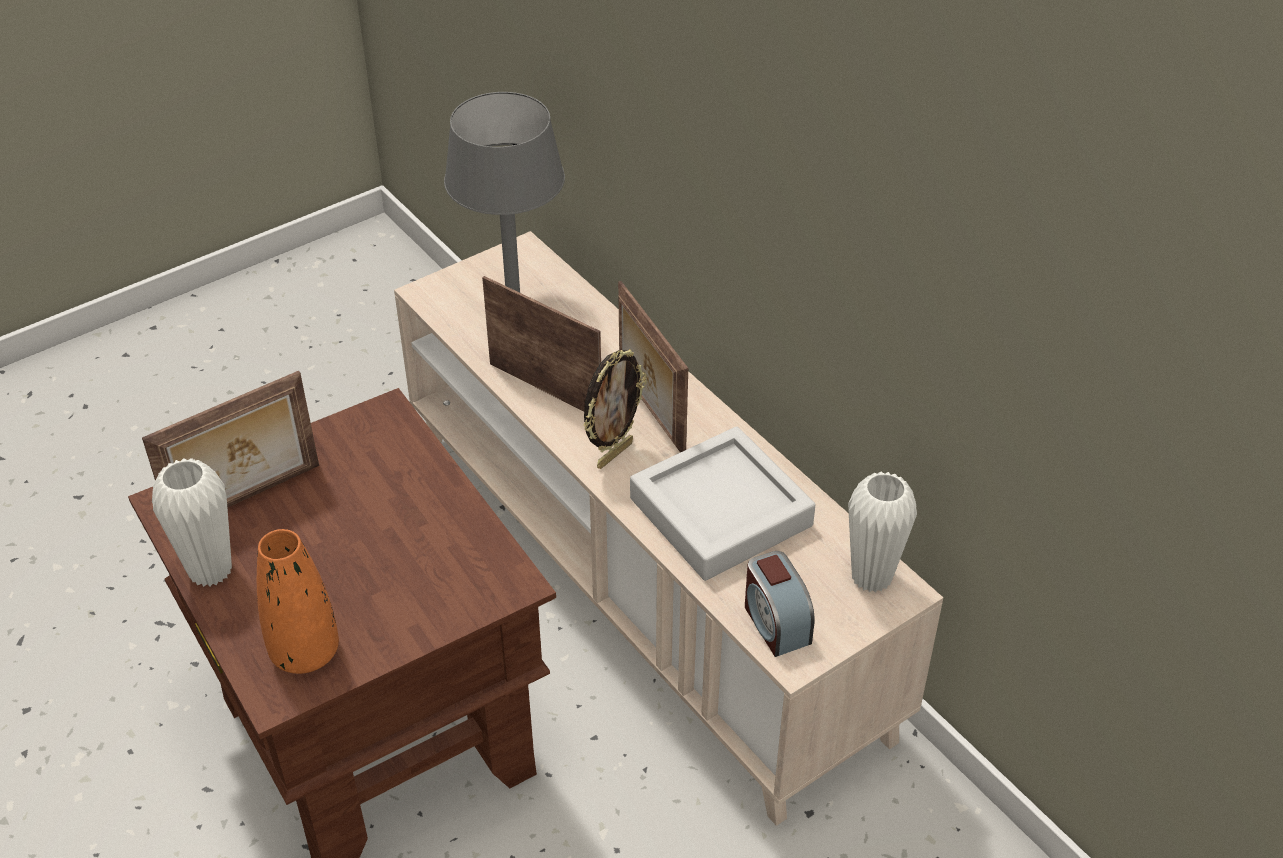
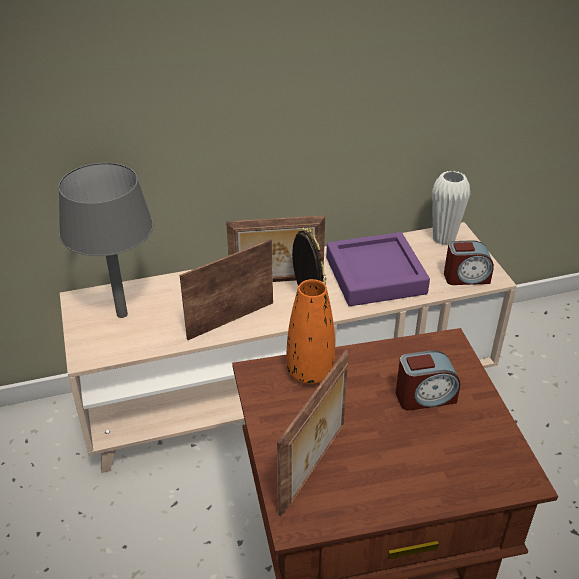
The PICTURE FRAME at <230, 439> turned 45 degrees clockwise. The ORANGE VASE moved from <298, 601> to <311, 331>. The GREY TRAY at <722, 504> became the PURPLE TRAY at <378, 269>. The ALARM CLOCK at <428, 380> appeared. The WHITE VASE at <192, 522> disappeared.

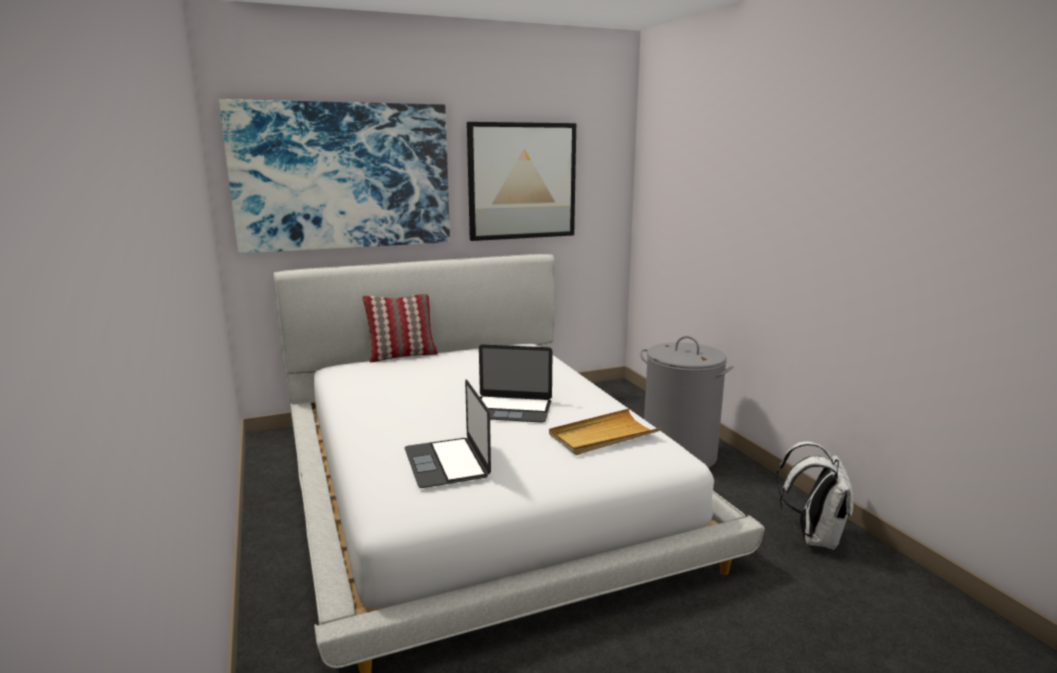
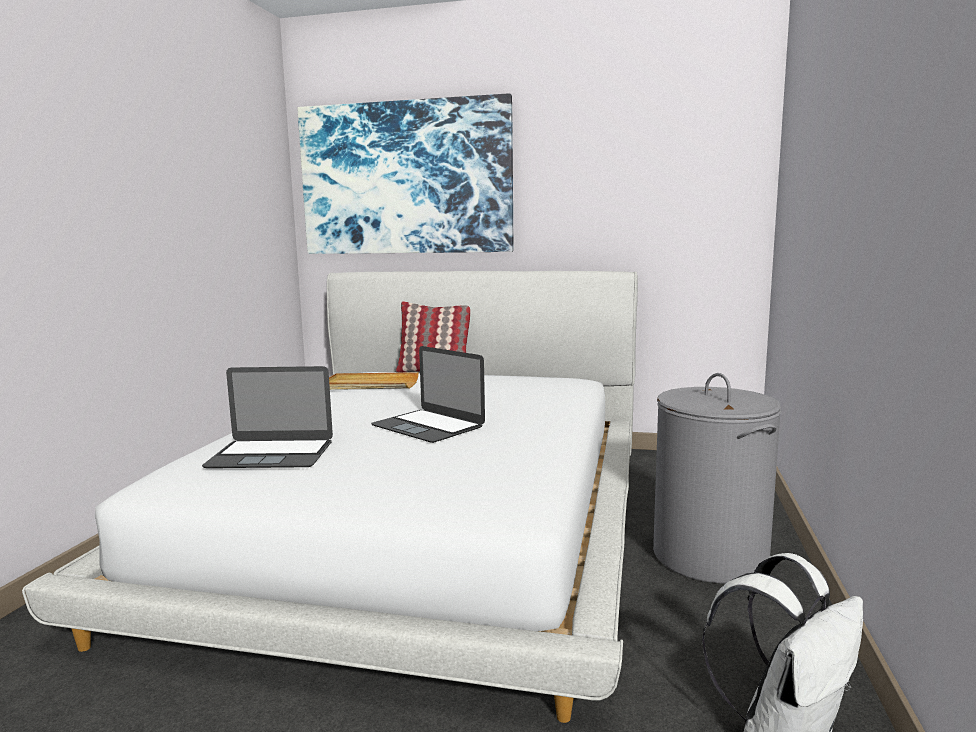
The LAPTOP at <448, 434> turned 105 degrees counterclockwise. The BEIGE TRAY moved from <605, 432> to <374, 381>. The PICTURE at <521, 181> disappeared.

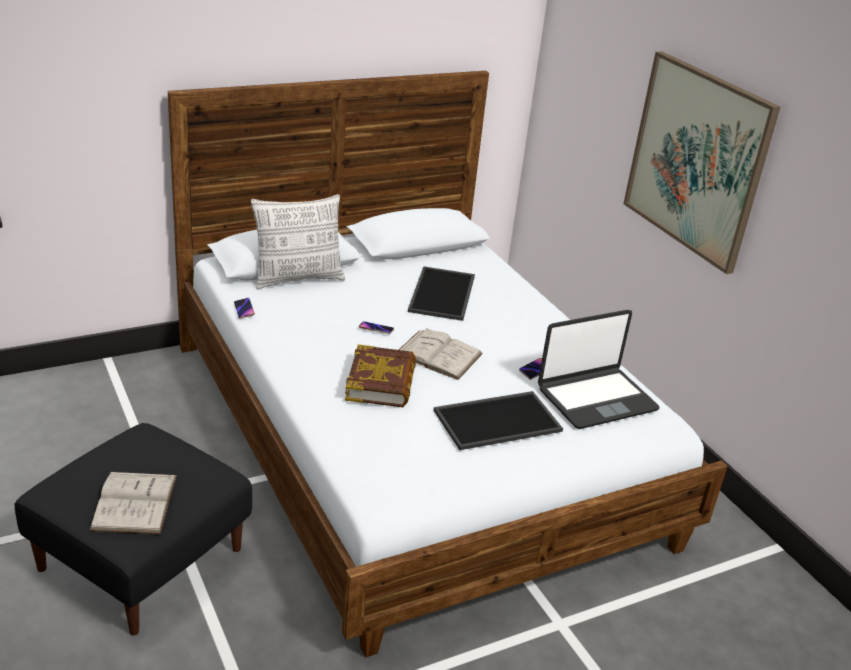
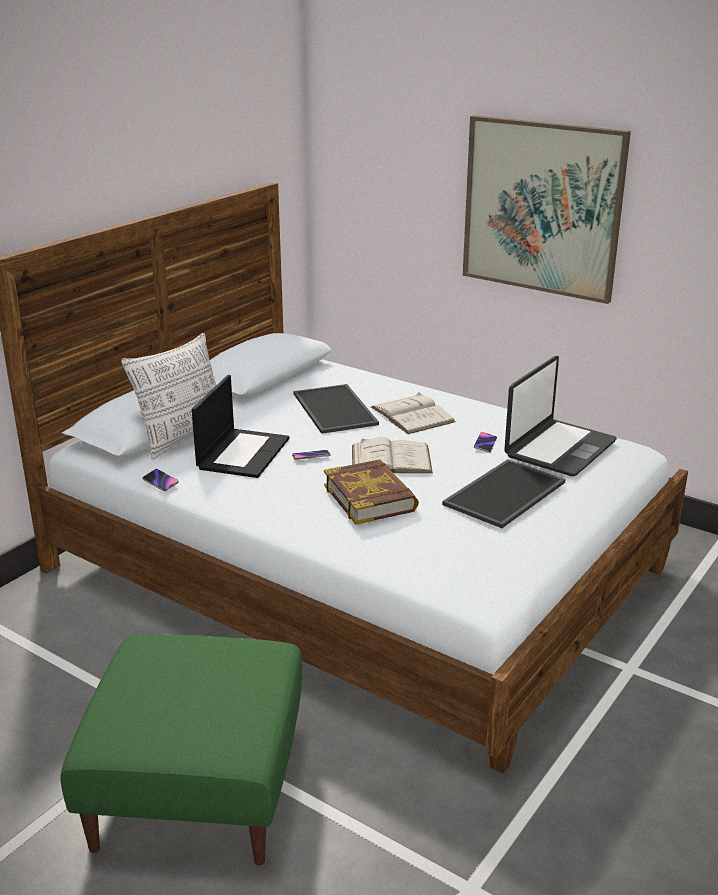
The BLACK OTTOMAN at <133, 529> became the GREEN OTTOMAN at <181, 749>. The LAPTOP at <240, 426> appeared. The WHITE BOOK moved from <133, 503> to <413, 413>.

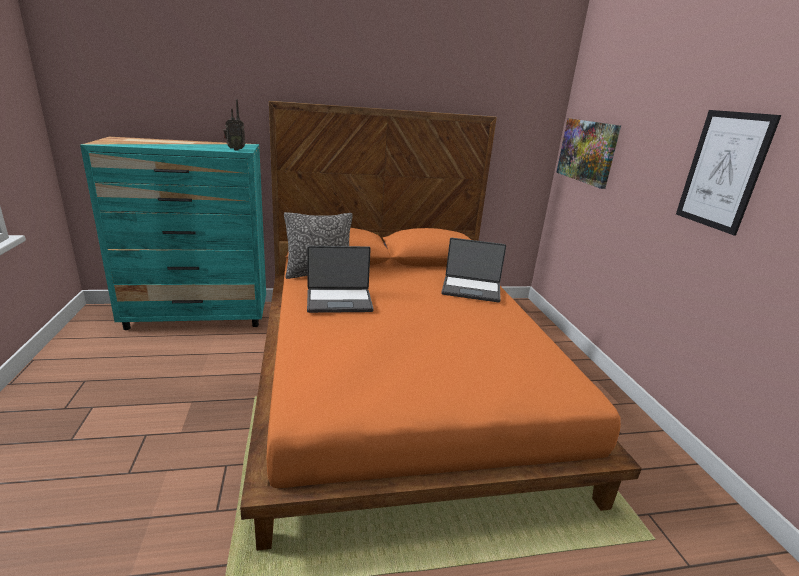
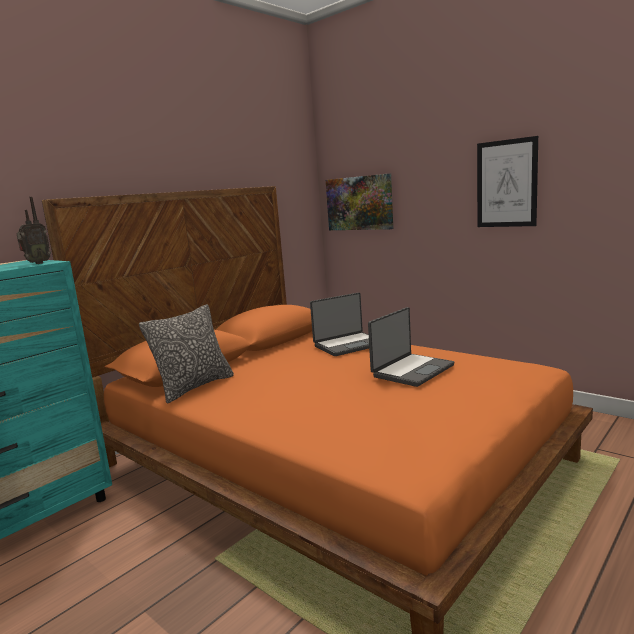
The LAPTOP moved from <340, 279> to <411, 347>.

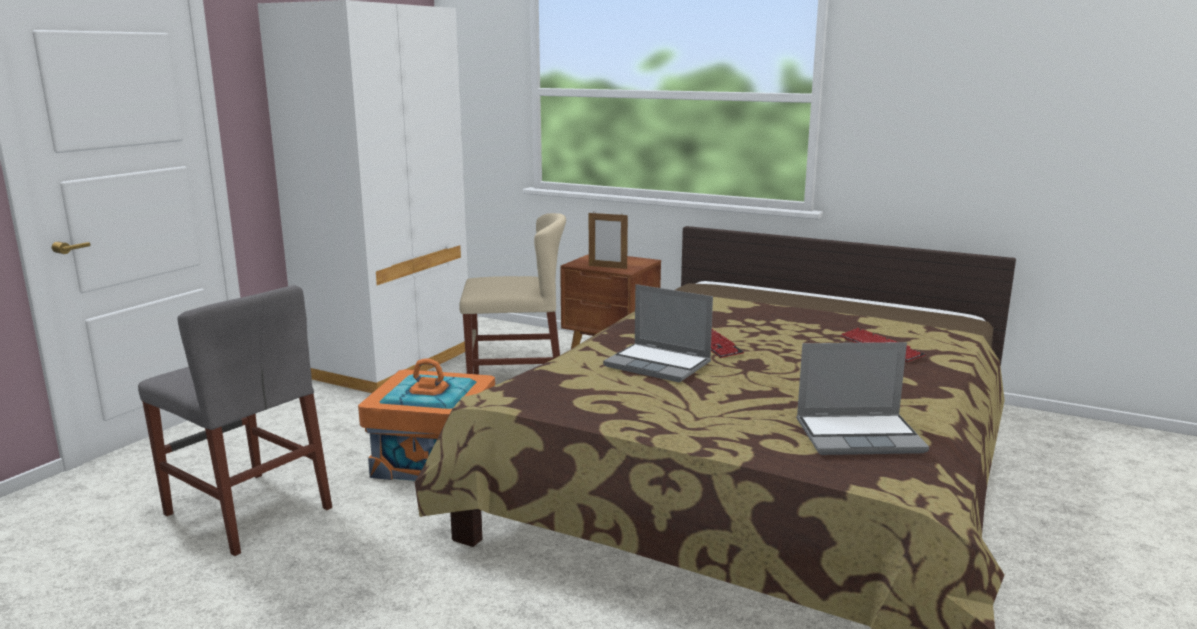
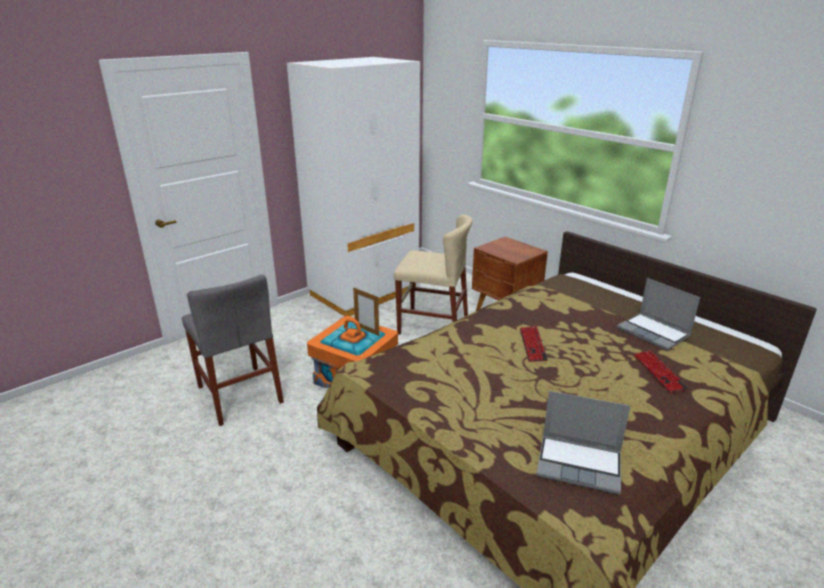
The PICTURE FRAME moved from <608, 240> to <366, 311>. The LAPTOP moved from <658, 333> to <658, 314>.

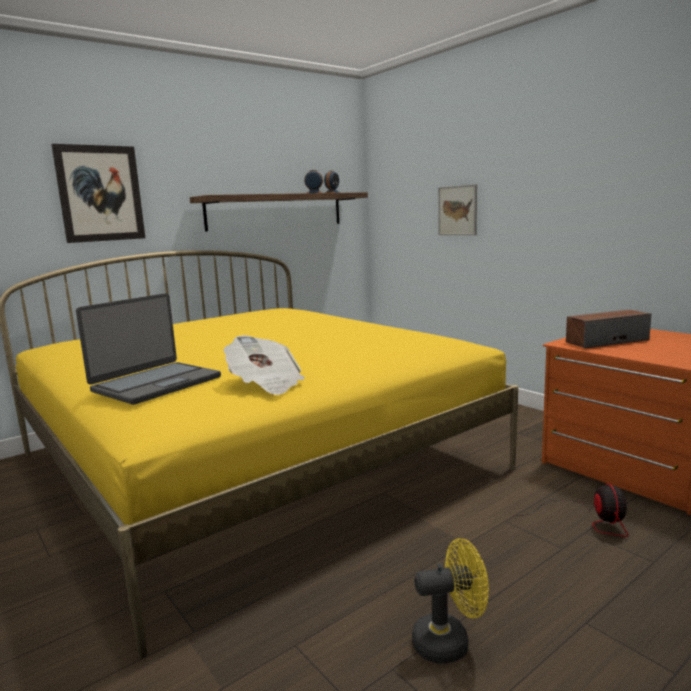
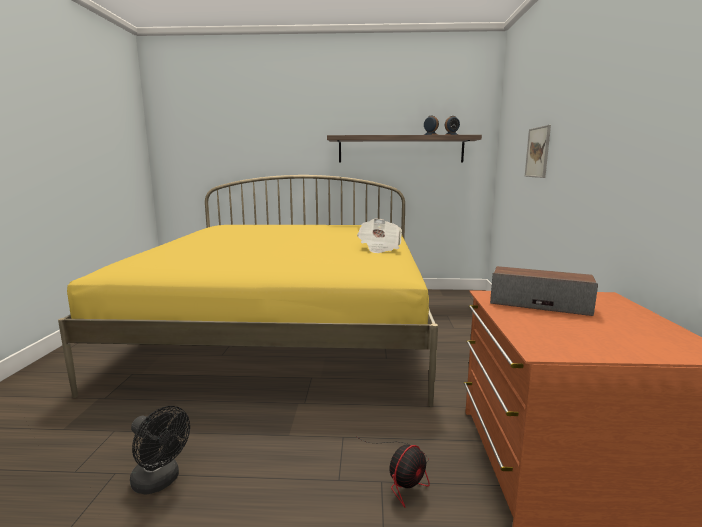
The YELLOW FAN at <450, 601> became the BLACK FAN at <160, 450>. The NEWSPAPER moved from <264, 365> to <379, 236>. The PICTURE at <98, 193> disappeared. The LAPTOP at <148, 349> disappeared.

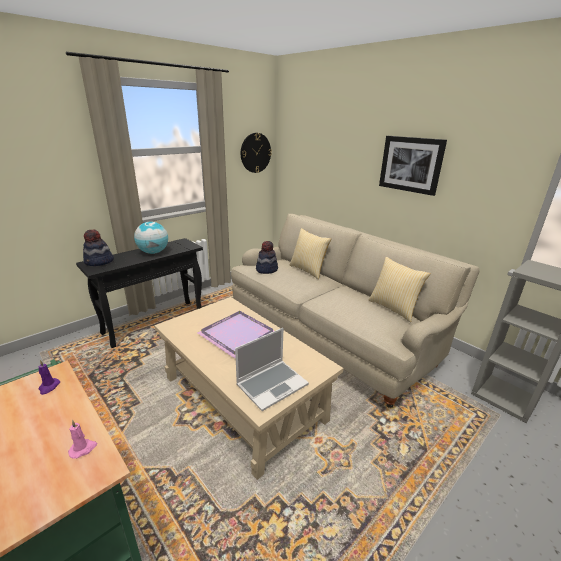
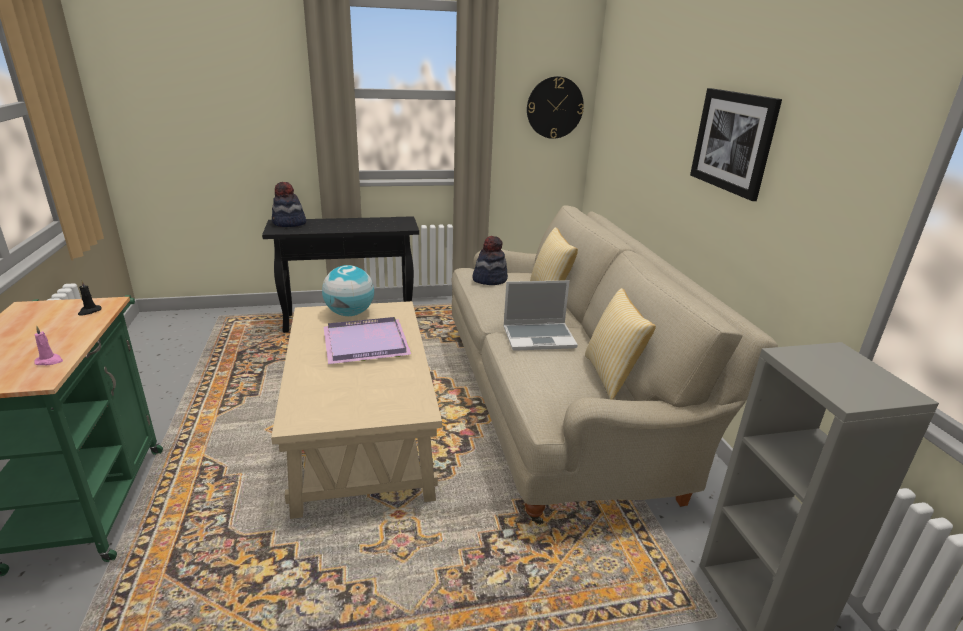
The PURPLE CANDLE at <49, 377> became the BLACK CANDLE at <90, 297>. The GLOBE moved from <151, 237> to <348, 290>. The LAPTOP moved from <272, 369> to <540, 315>.

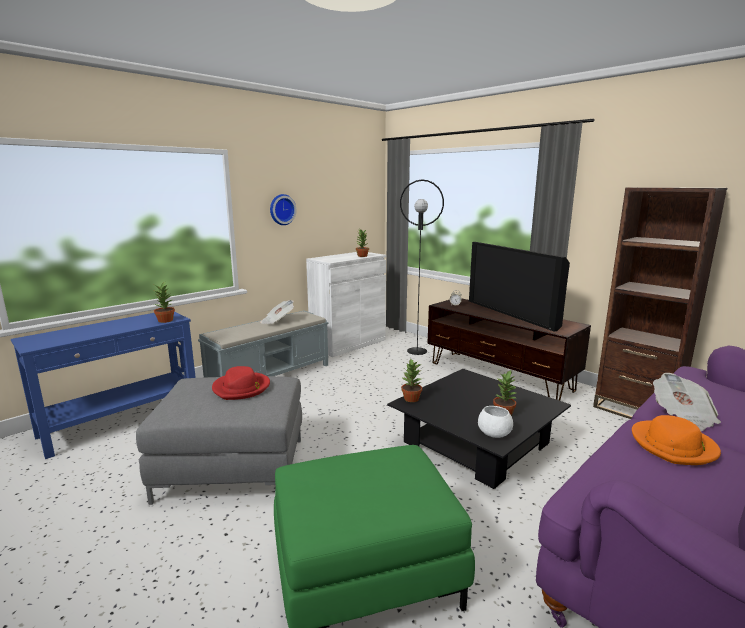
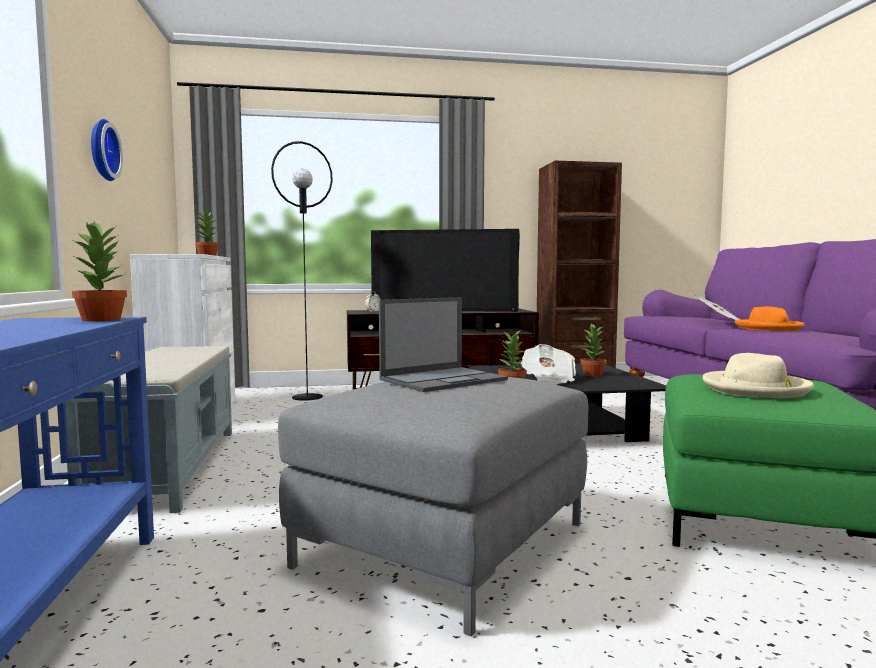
The RED HAT at <241, 383> was replaced by the LAPTOP at <443, 344>. The NEWSPAPER moved from <277, 312> to <548, 364>. The BEIGE HAT at <758, 375> appeared. The WHITE BOWL at <495, 422> disappeared.

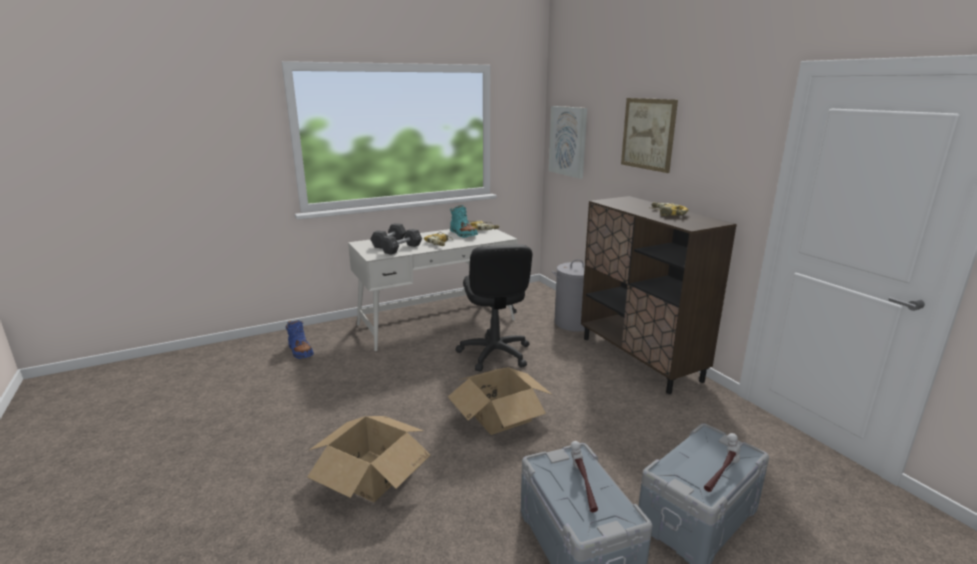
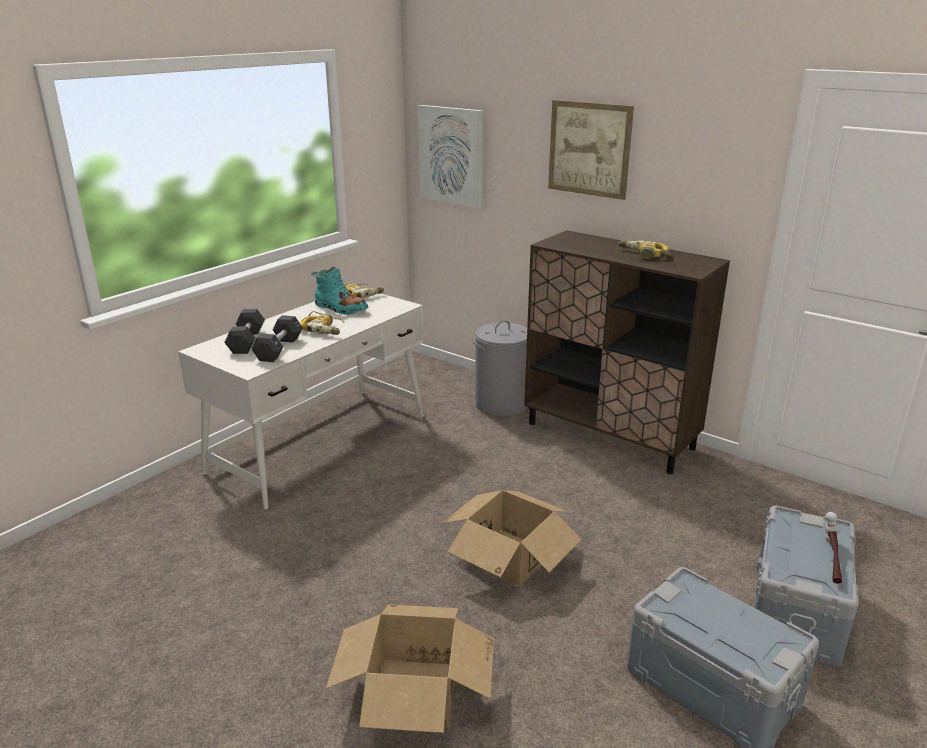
The BLUE BOOT at <299, 339> disappeared. The BLACK OFFICE CHAIR at <493, 307> disappeared. The HAMMER at <584, 477> disappeared.

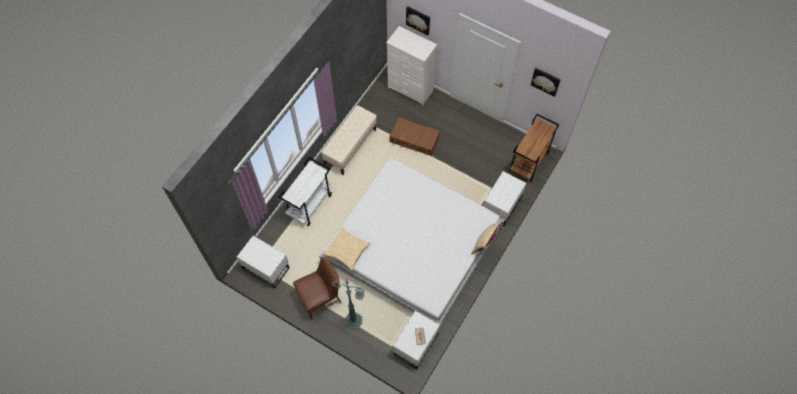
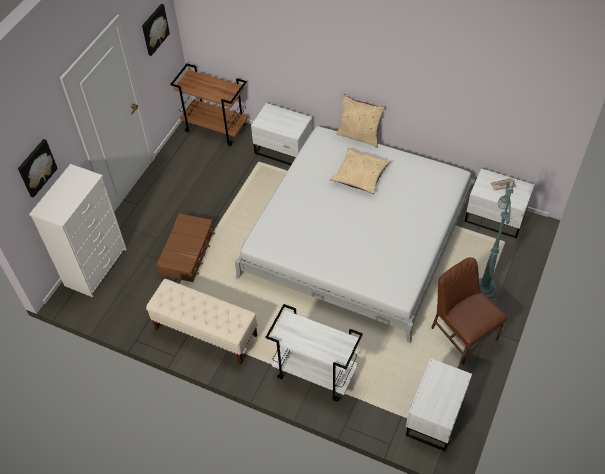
The BEIGE PILLOW moved from <347, 249> to <360, 171>.

